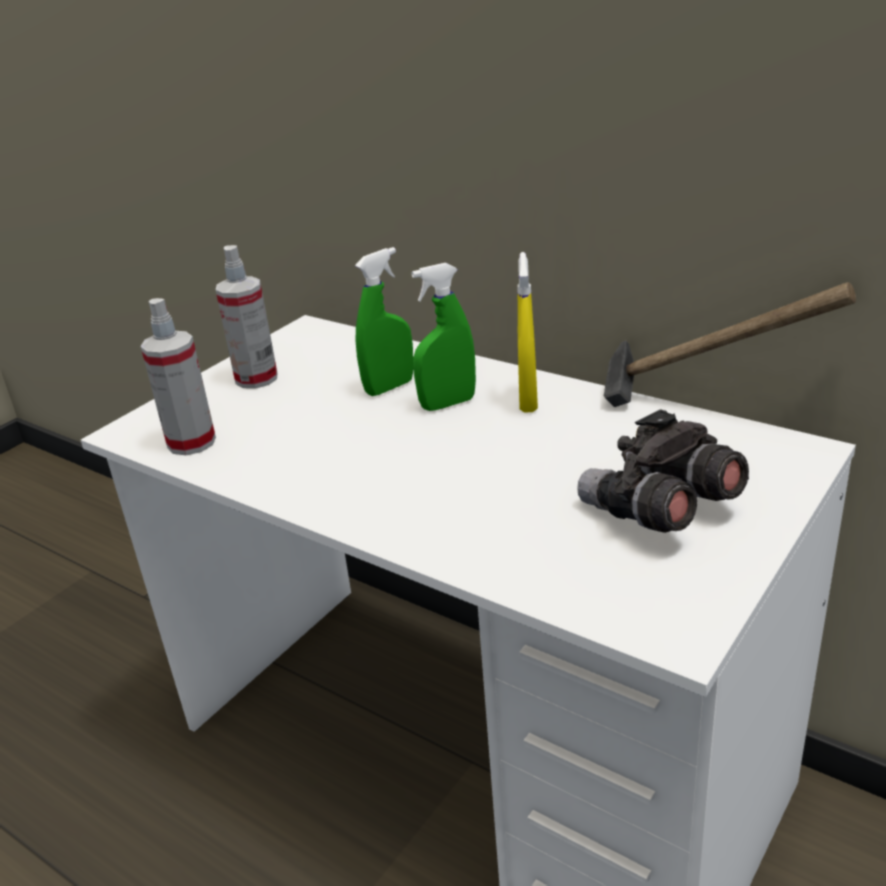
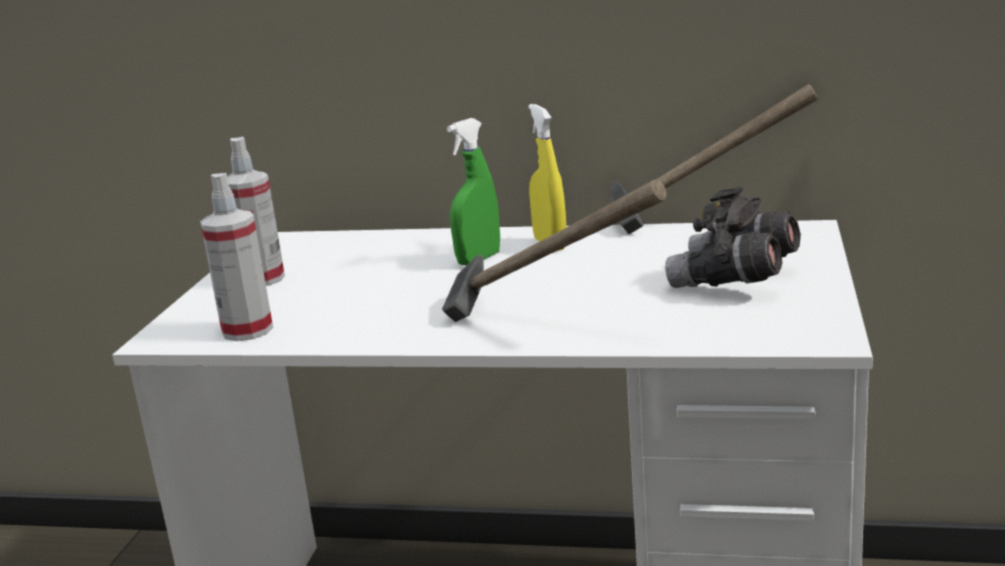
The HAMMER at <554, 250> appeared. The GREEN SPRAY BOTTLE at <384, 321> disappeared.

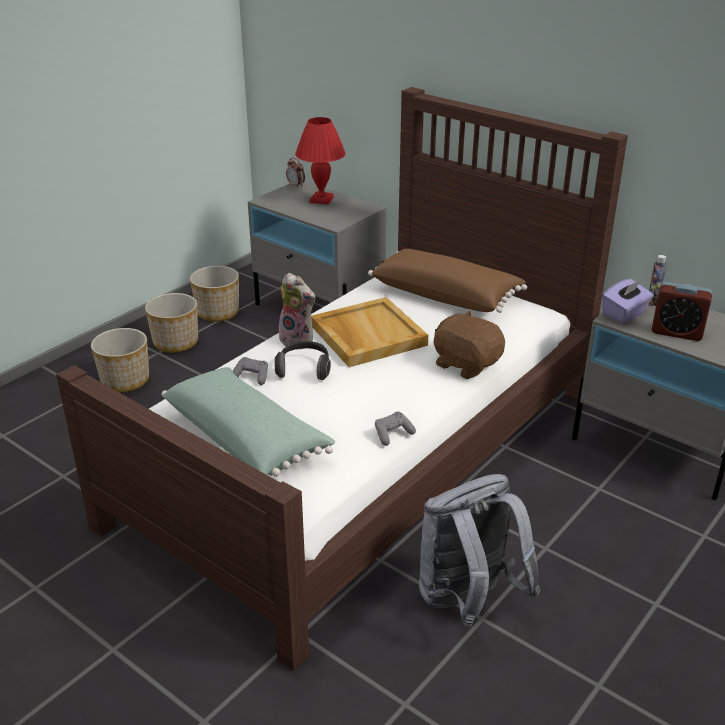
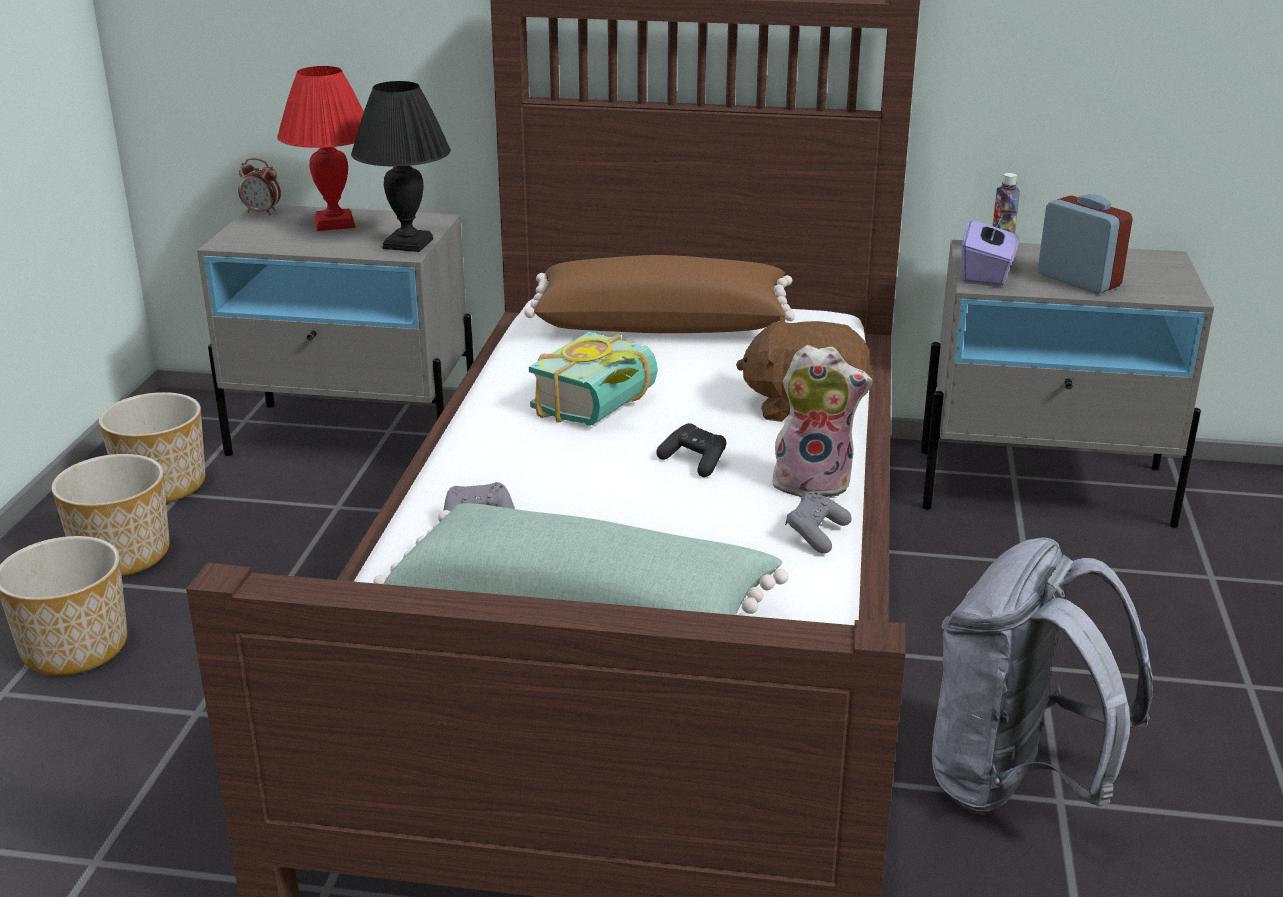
The BLACK TABLE LAMP at <401, 166> appeared. The BEIGE TRAY at <369, 332> was replaced by the BOOK at <593, 379>. The BLACK GAME CONTROLLER at <691, 450> appeared. The PLUSH TOY moved from <297, 311> to <822, 421>. The ALARM CLOCK at <682, 311> turned 120 degrees counterclockwise. The HEADPHONES at <303, 360> disappeared.

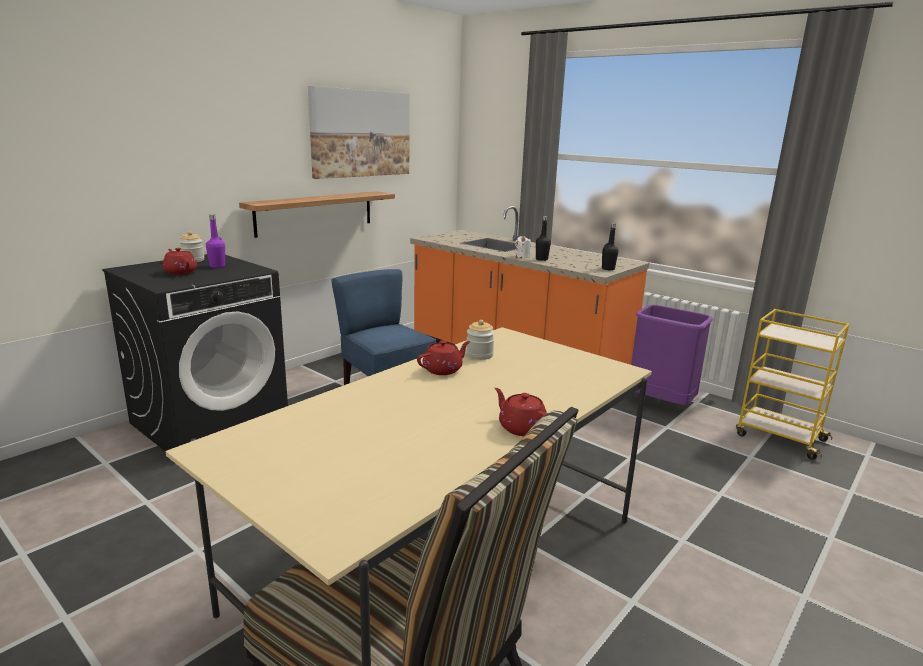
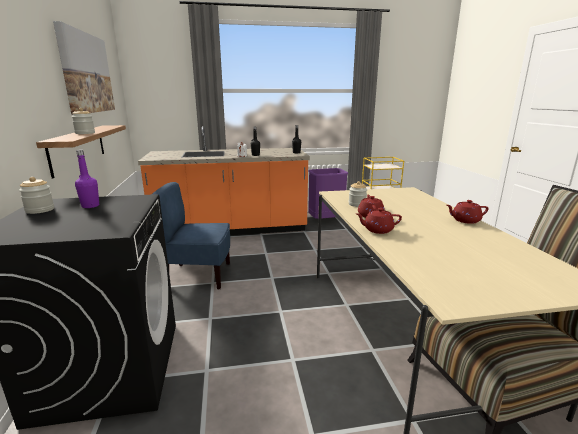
The JAR at <83, 121> appeared. The RED TEAPOT moved from <179, 261> to <379, 221>.

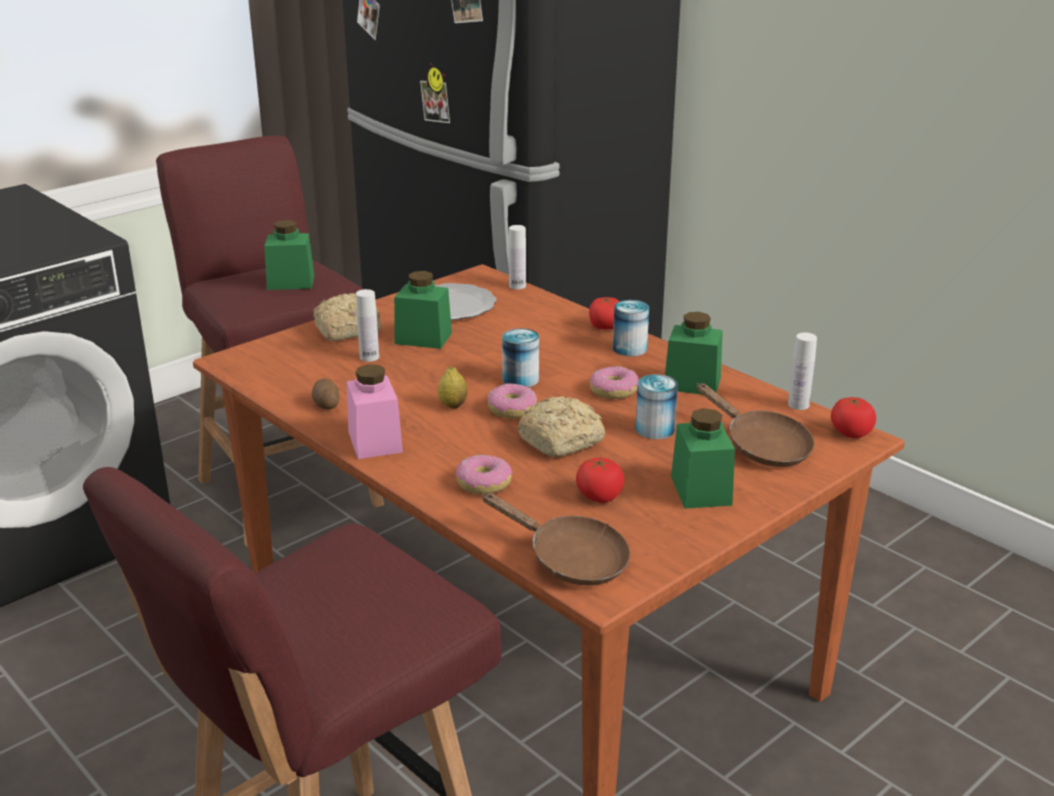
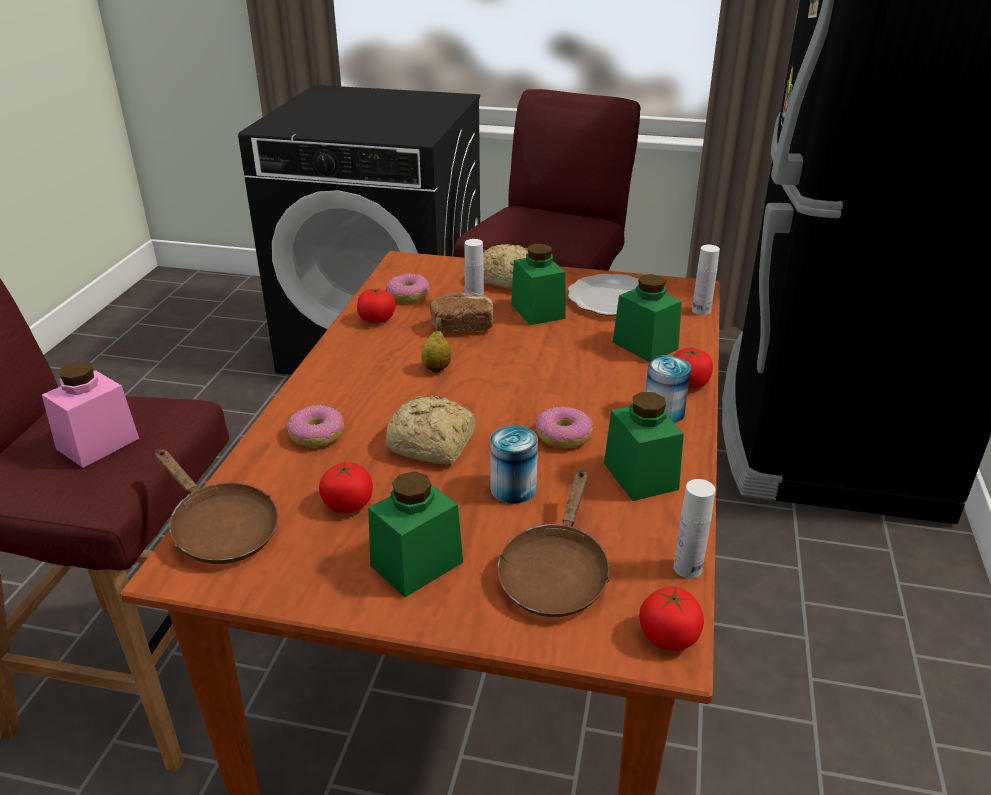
The PINK JAR moved from <375, 411> to <90, 414>. The BROWN FRYING PAN at <556, 539> turned 45 degrees counterclockwise. The POTATO at <326, 394> was replaced by the TOMATO at <376, 306>. The DONUT moved from <512, 401> to <407, 288>. The BREAD at <461, 313> appeared. The GREEN JAR moved from <289, 255> to <647, 318>. The CAN at <520, 357> disappeared.

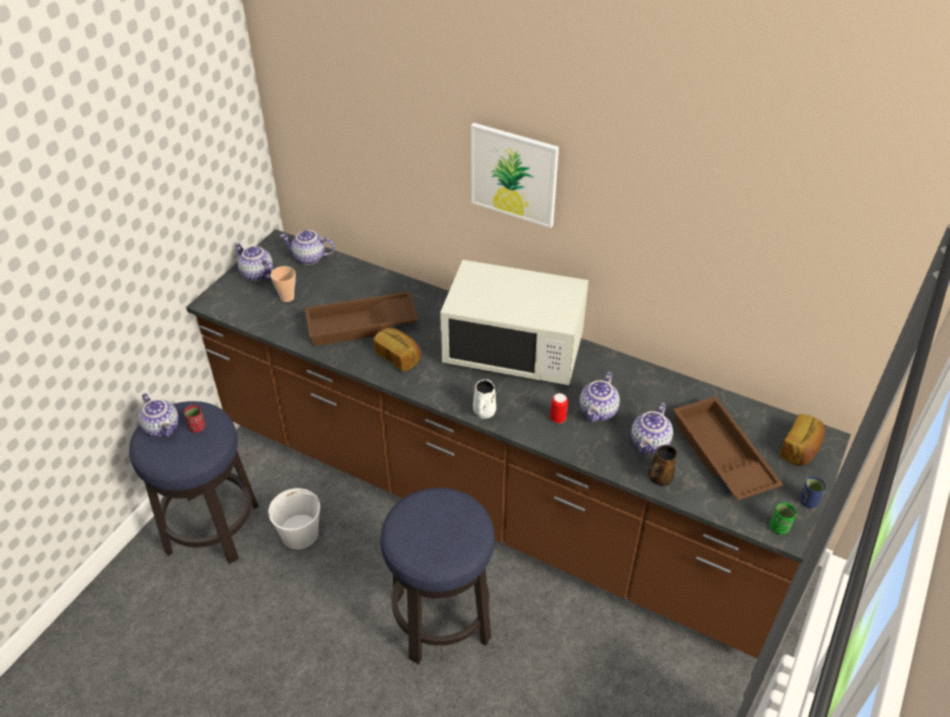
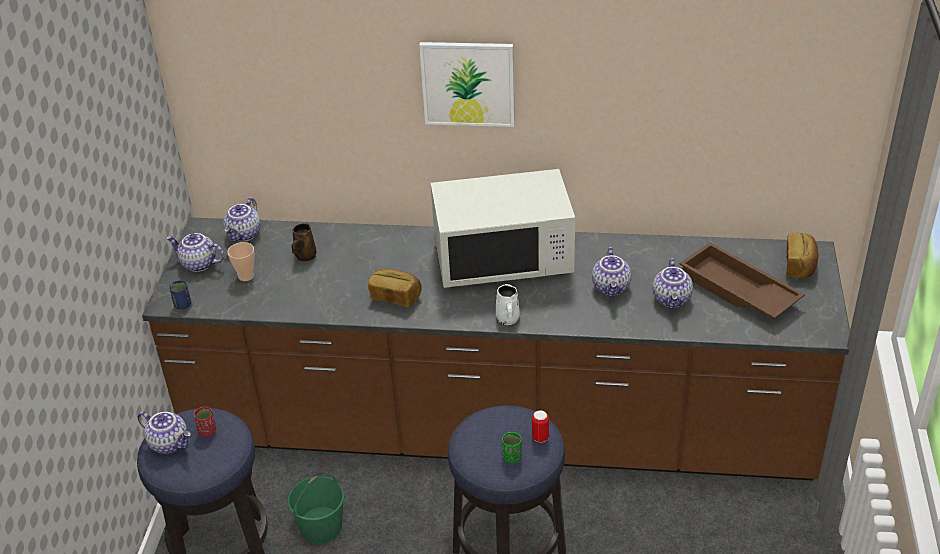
The BLUE CUP moved from <812, 492> to <180, 294>. The TEAPOT at <307, 247> turned 60 degrees counterclockwise. The WHITE BUCKET at <294, 518> became the GREEN BUCKET at <316, 509>. The BROWN MUG moved from <662, 465> to <303, 242>. The GREEN CUP moved from <783, 518> to <512, 447>. The CAN moved from <559, 408> to <540, 426>. The BROWN TRAY at <361, 318> disappeared.

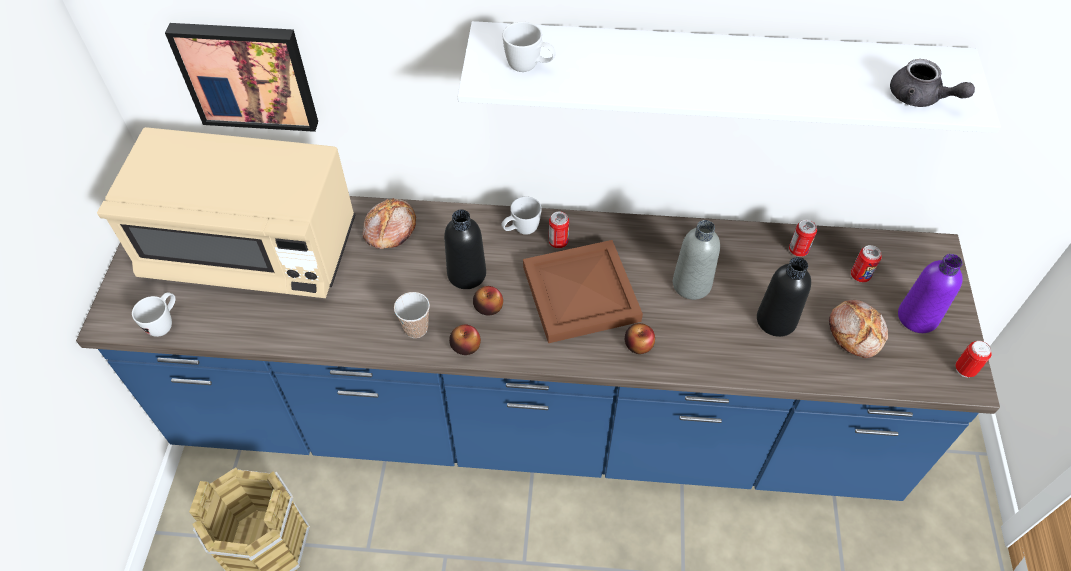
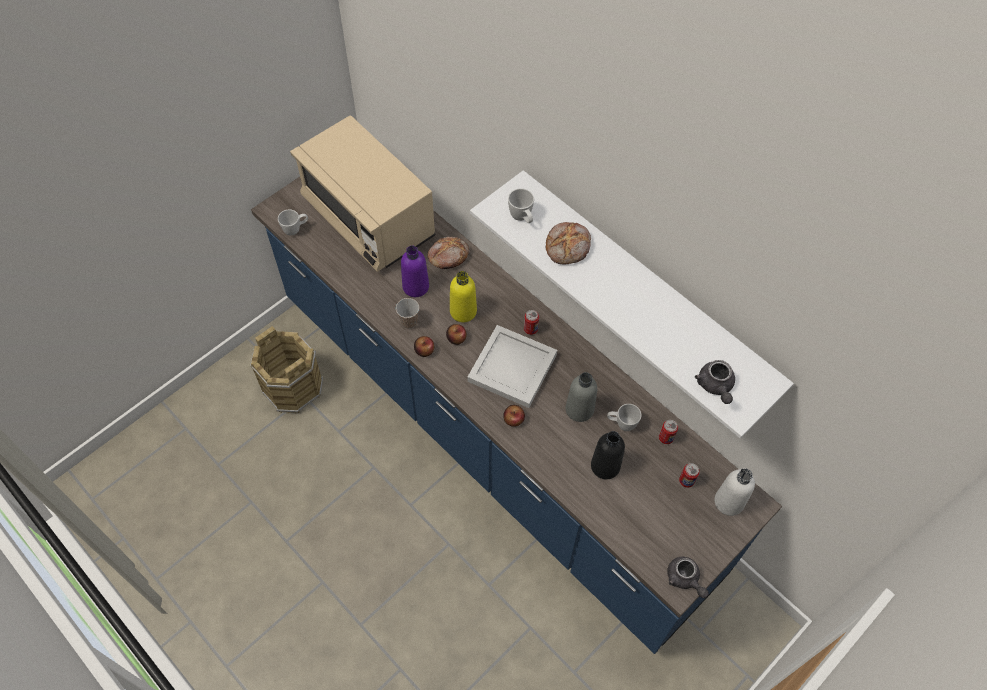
The PURPLE BOTTLE moved from <930, 293> to <415, 271>. The BLACK BOTTLE at <465, 249> became the YELLOW BOTTLE at <463, 296>. The BROWN TRAY at <583, 291> became the WHITE TRAY at <512, 366>. The BREAD moved from <858, 329> to <568, 243>. The WHITE MUG moved from <522, 215> to <624, 417>. The CAN at <974, 359> was replaced by the GREY TEAPOT at <688, 577>. The WHITE BOTTLE at <735, 492> appeared. The PICTURE at <241, 77> disappeared.

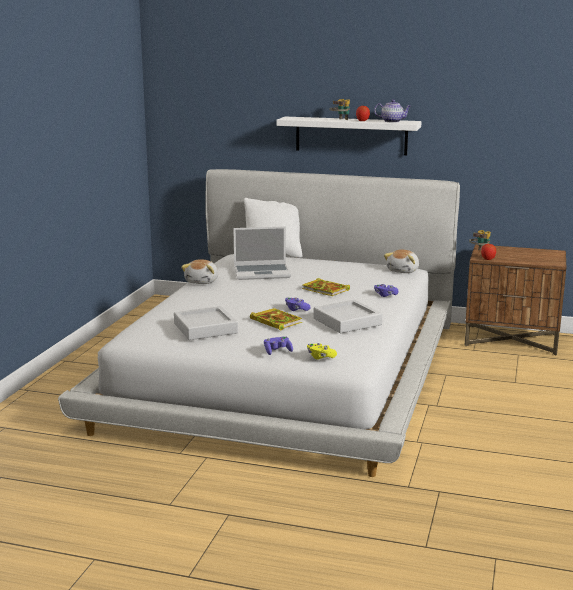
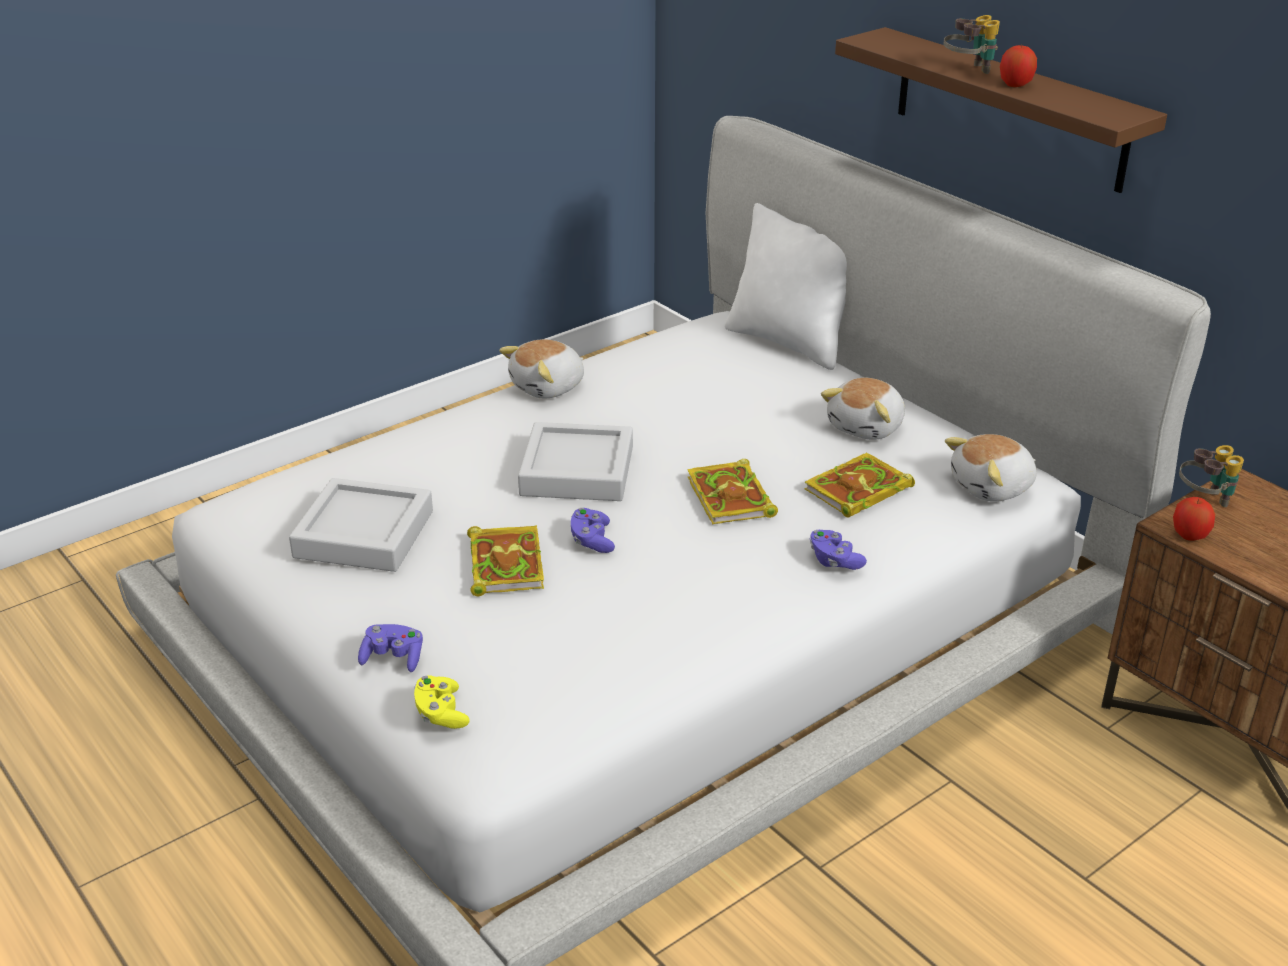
The GREY TRAY moved from <348, 316> to <575, 461>. The BOOK at <859, 485> appeared. The PLUSH TOY at <863, 409> appeared. The WHITE SHELF at <349, 136> became the BROWN SHELF at <1001, 110>. The LAPTOP at <262, 253> disappeared. The TEAPOT at <392, 111> disappeared.

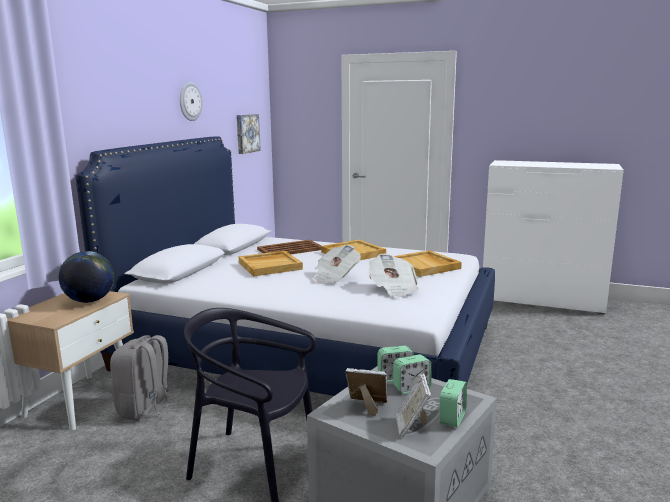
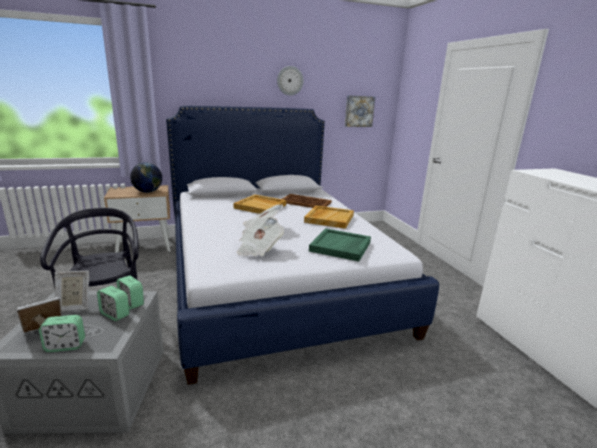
The PICTURE FRAME at <366, 392> turned 105 degrees clockwise. The BEIGE TRAY at <428, 263> became the GREEN TRAY at <340, 245>. The GREY BACKPACK at <145, 378> disappeared.

